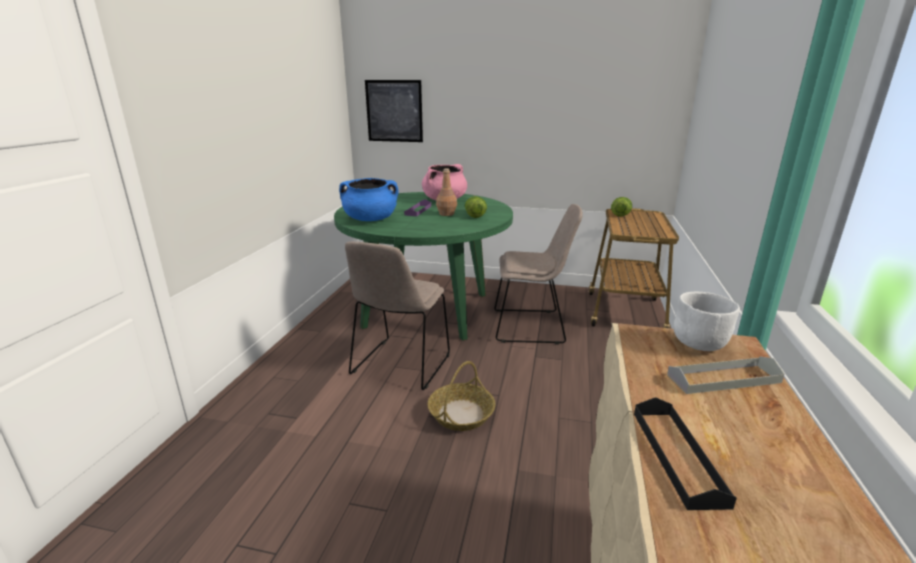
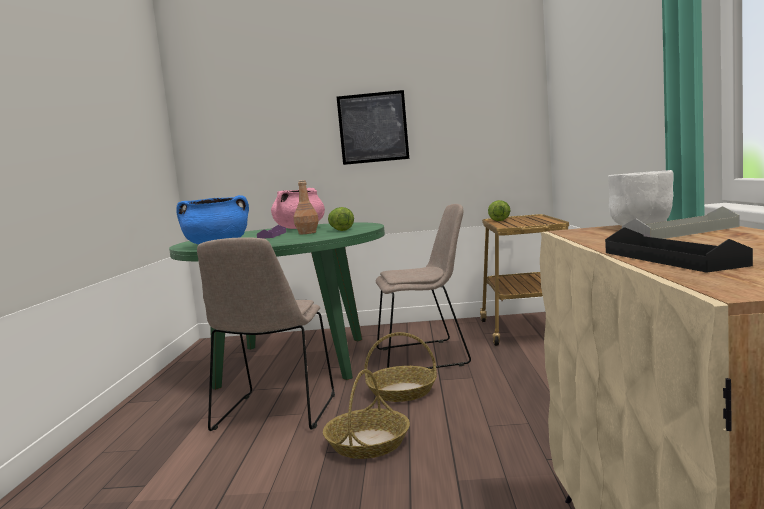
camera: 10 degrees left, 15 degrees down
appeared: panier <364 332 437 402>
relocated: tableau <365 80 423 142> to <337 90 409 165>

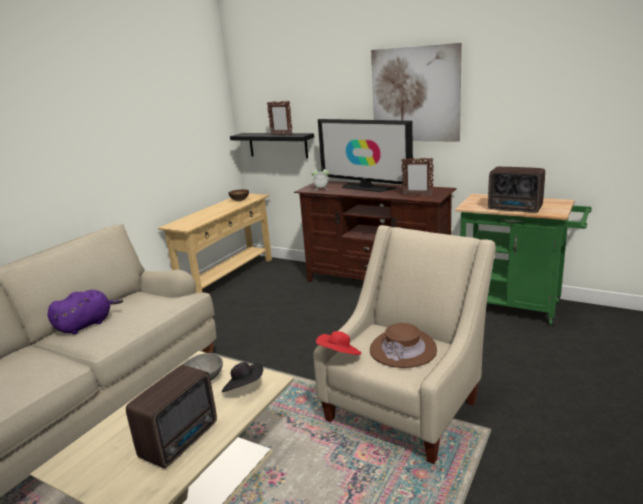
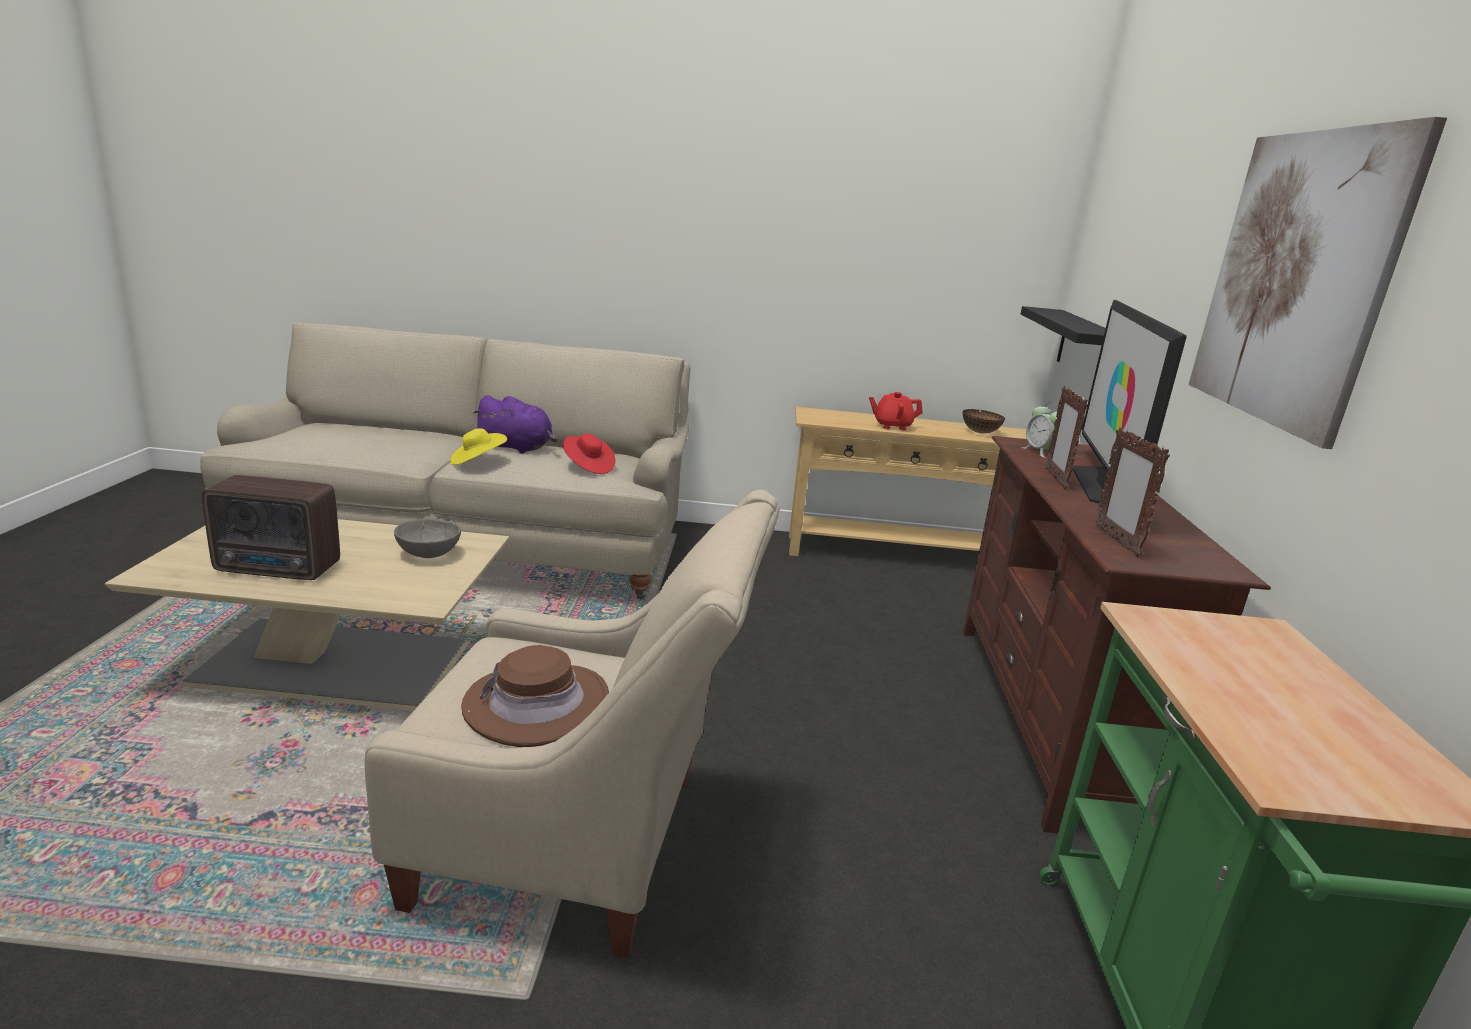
camera: 60 degrees right, 0 degrees up
missing: chapeau (noir) <222 362 263 392>; radio <488 167 545 213>
appeared: chapeau (jaune) <451 428 507 465>; théière (rouge) <869 392 923 430>
relocated: cadre photo <267 101 293 135> to <1046 386 1088 490>; chapeau (rouge) <316 331 362 355> to <563 434 616 474>

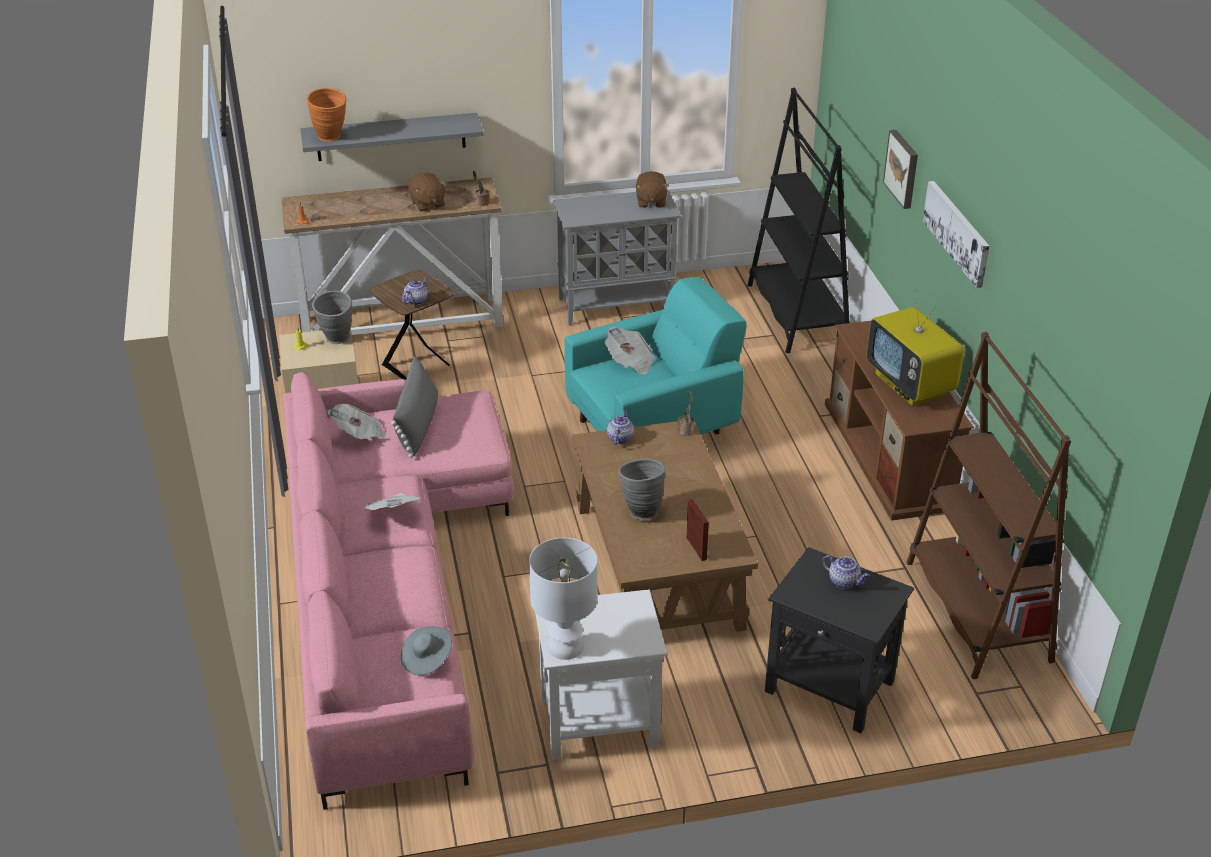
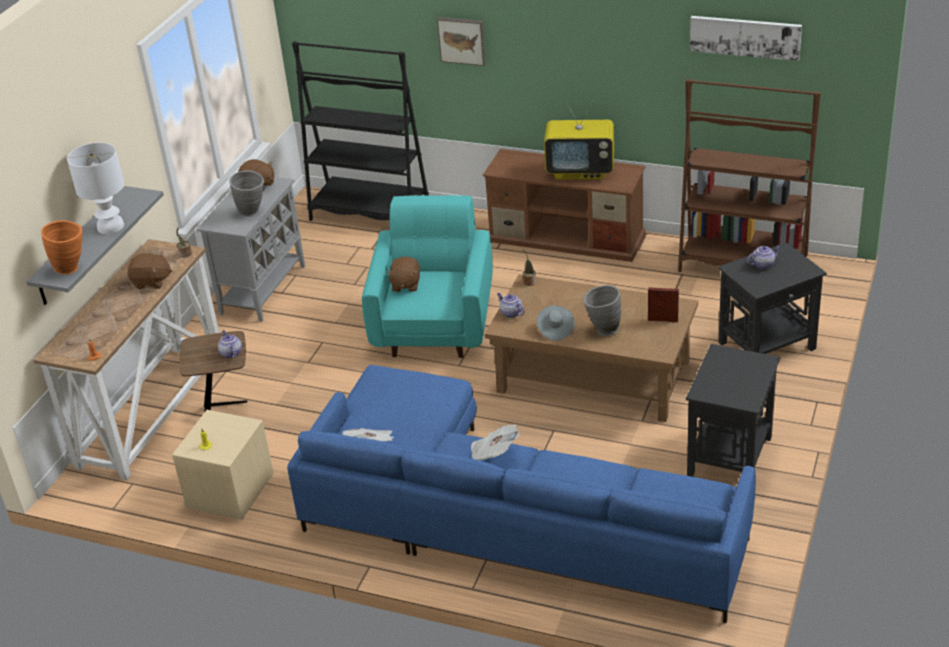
camera: 55 degrees left, 0 degrees up
missing: coussin (gris) <391 356 438 458>
relocated: vase (gris) <312 291 352 344> to <229 170 264 217>; chapeau (gris) <401 626 452 675> to <537 305 575 341>; lampe de table (blanc) <529 538 598 660> to <67 143 124 234>; tableau <923 181 989 288> to <690 16 802 61>
exchanged: journal <605 327 656 375> to peluche (marron) <387 257 420 292>
colour: canapé (rose) <282 372 514 810> to canapé (bleu) <287 365 756 623>; table d'appoint (blanc) <535 589 667 760> to table d'appoint (noir) <686 344 780 477>

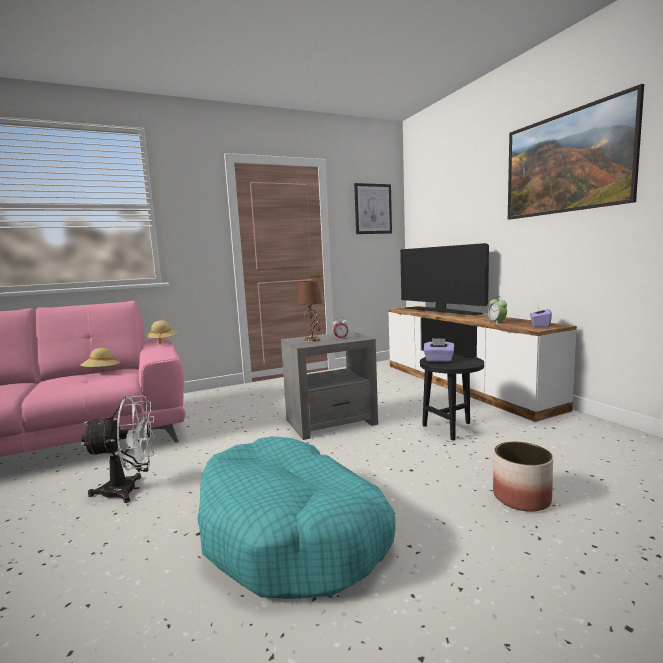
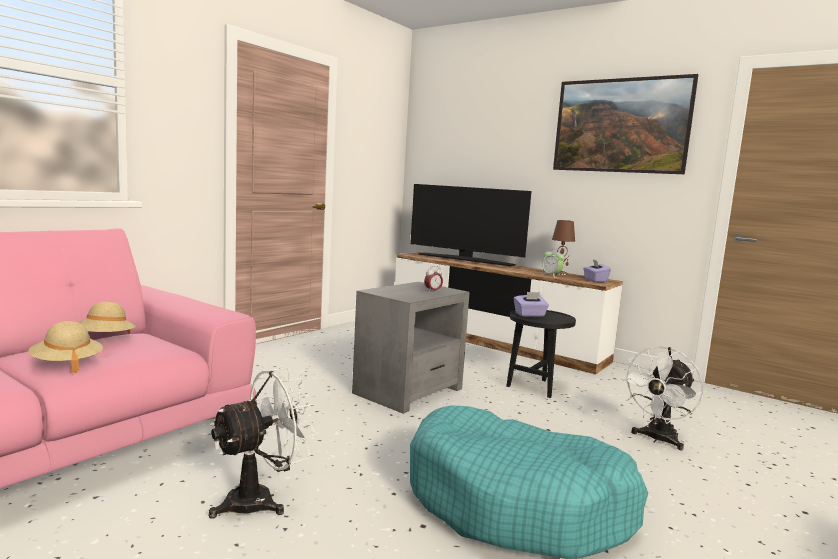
camera: 30 degrees left, 0 degrees up
missing: tableau <354 183 392 234>
relocated: chapeau (beige) <145 320 178 345> to <29 321 103 373>; lampe de table (marron) <297 281 322 342> to <552 220 575 275>
exchanged: cache-pot <493 442 553 512> to ventilateur (blanc) <621 346 703 450>

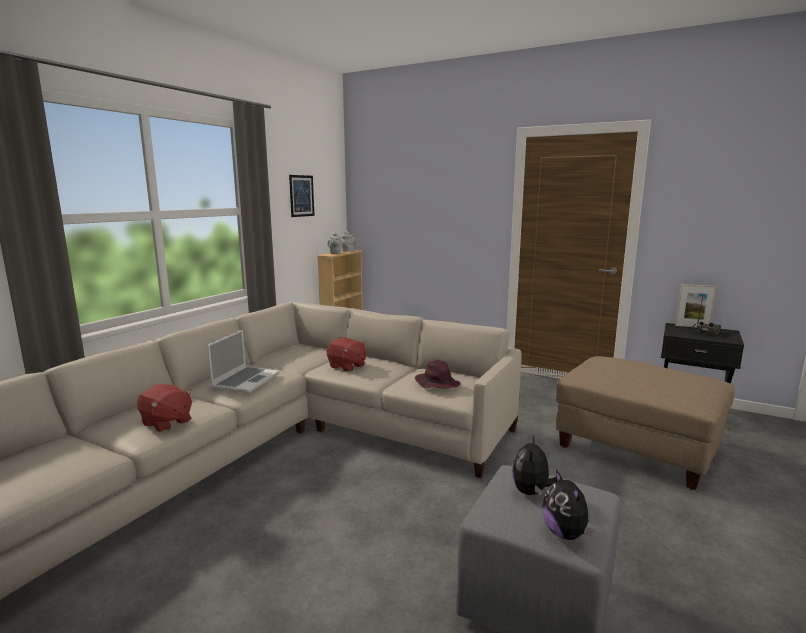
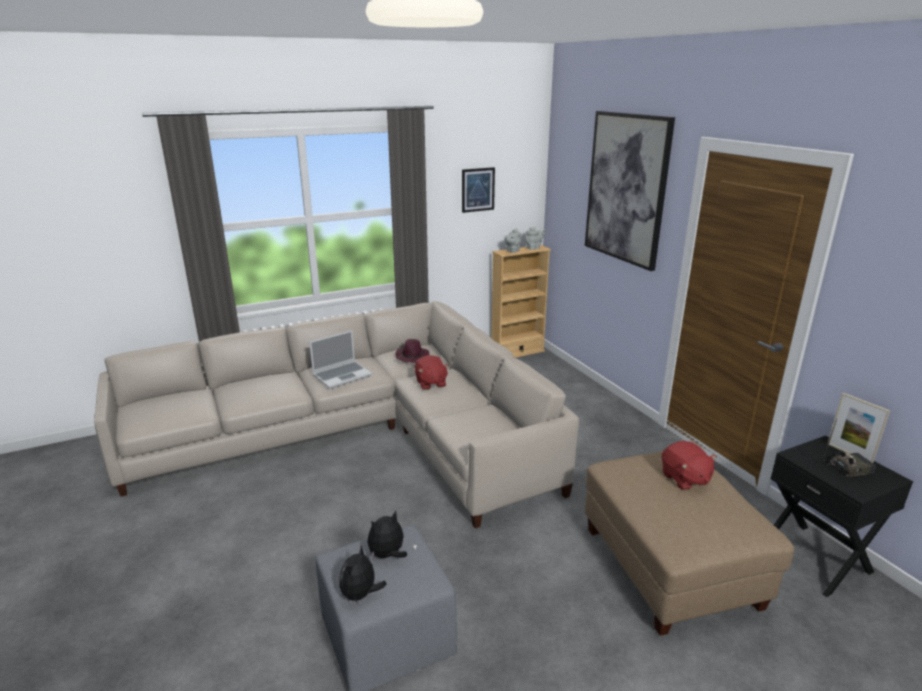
camera: 35 degrees right, 10 degrees up
appeared: tableau <585 111 675 271>
relocated: peluche (rouge) <137 384 192 432> to <662 441 717 490>; chapeau (violet) <415 360 461 389> to <395 339 429 363>

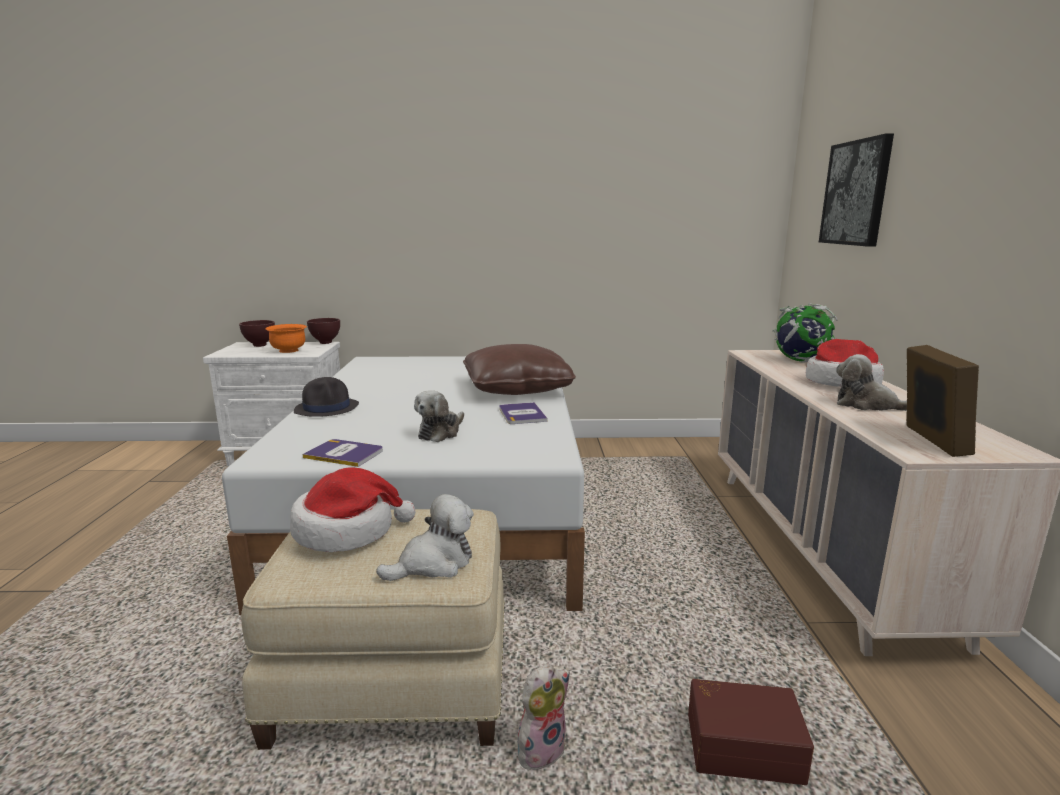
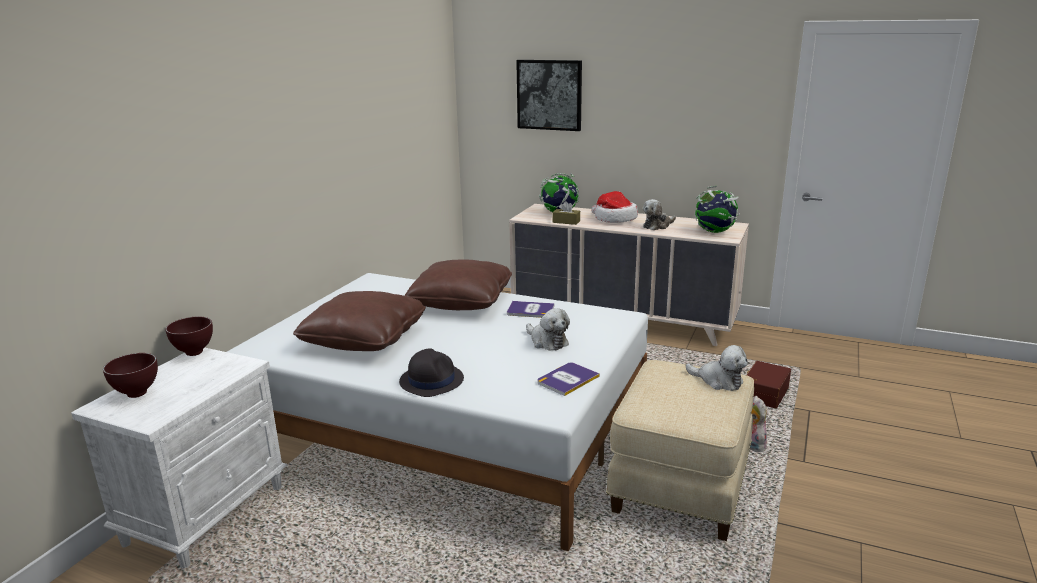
camera: 65 degrees left, 5 degrees up
missing: bol (orange) <266 324 307 353>; chapeau <290 468 416 552>
appeared: coussin (marron) <293 291 426 351>; boîte à mouchoirs (marron) <552 201 580 225>
exchanged: cadre photo <906 345 979 457> to globe <695 186 740 233>
spun: peluche <376 494 473 581> = <686 345 748 391> 135 degrees clockwise

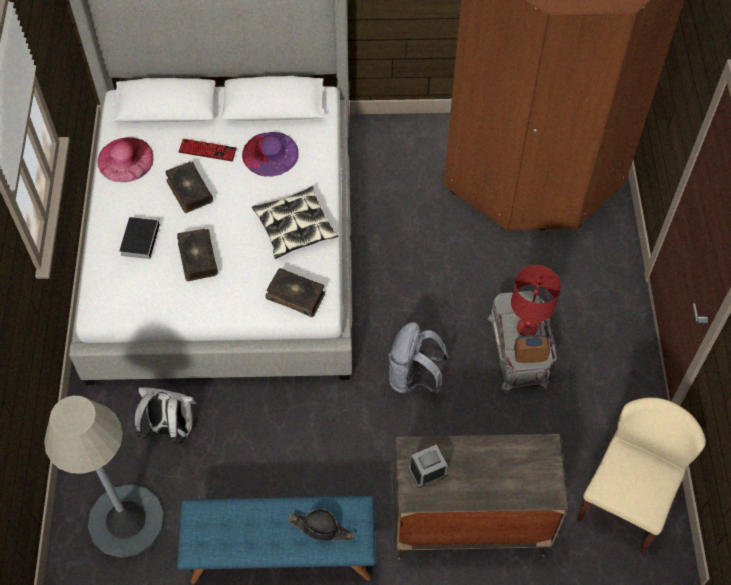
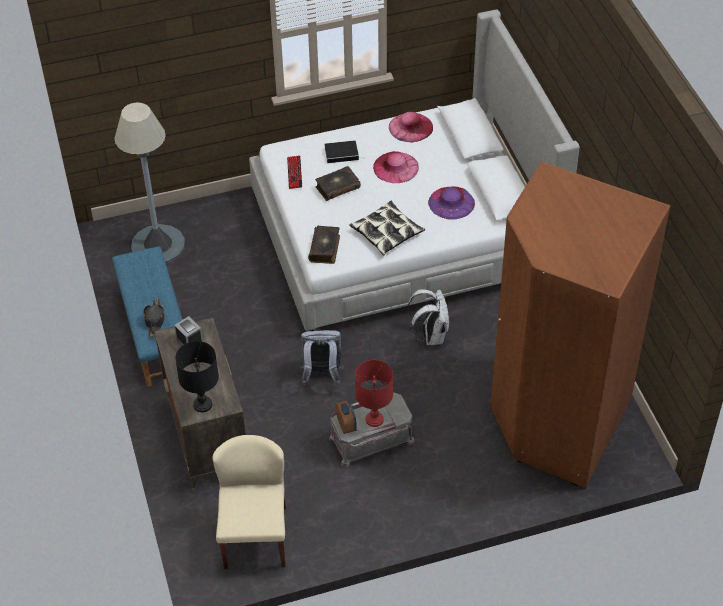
camera: 75 degrees right, 10 degrees down
appeared: lampe de table (noir) <175 341 219 412>
relocated: sac à dos (blanc) <134 387 196 444> to <407 289 449 345>; clavier <179 138 237 161> to <287 155 302 189>
exchanged: livre <165 162 213 213> to chapeau (rose) <373 151 419 183>
spun: chaise (beige) <577 397 706 553> = <213 435 286 569> 105 degrees counterclockwise

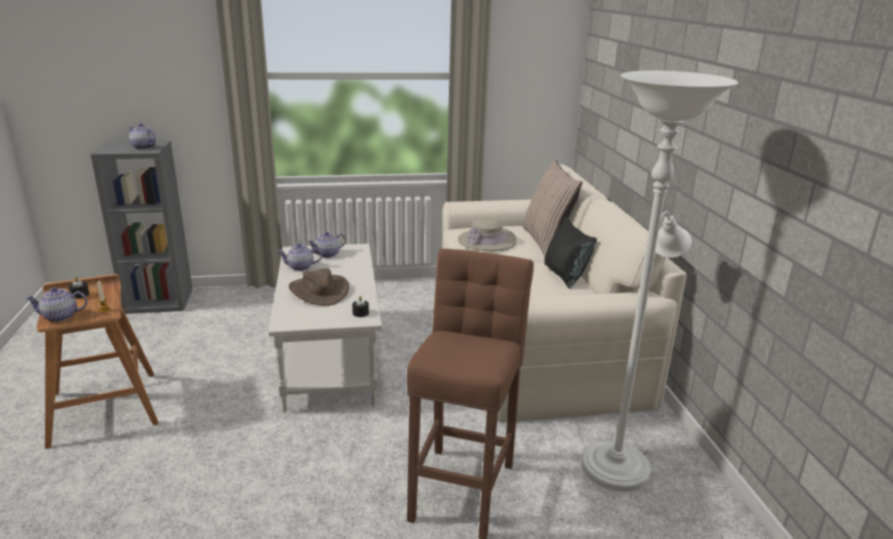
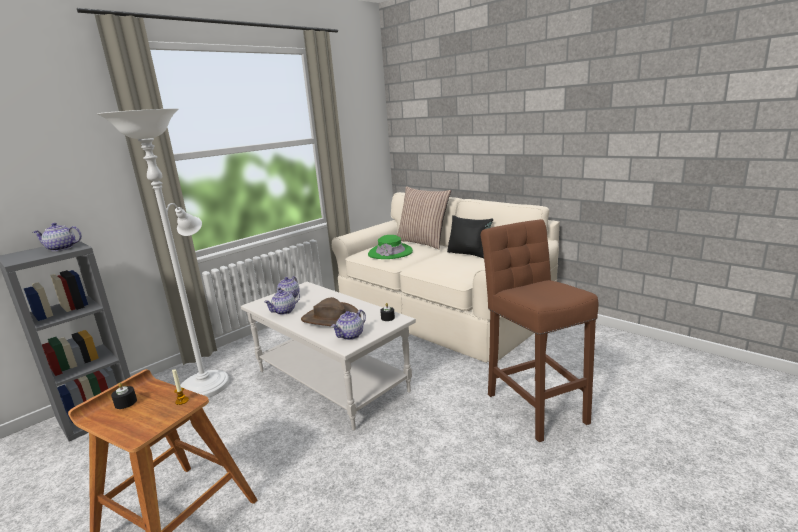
camera: 35 degrees left, 5 degrees down
relocated: théière <25 287 88 322> to <331 310 366 340>; lampadaire (blanc) <582 71 738 492> to <97 108 229 398>
colour: chapeau (beige) <458 217 517 251> to chapeau (vert) <368 235 413 259>

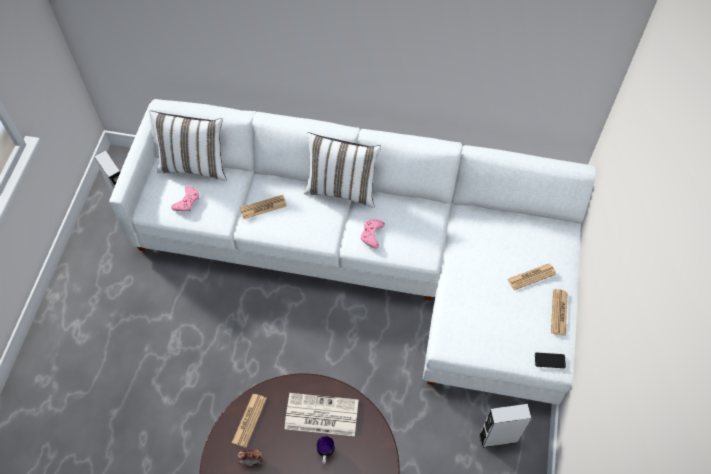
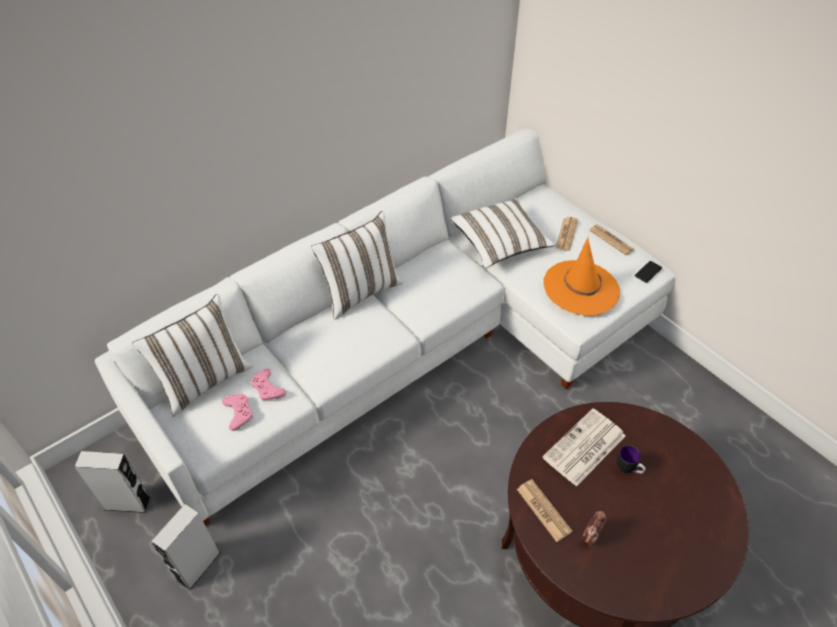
camera: 50 degrees left, 10 degrees down
missing: journal <240 195 287 219>
appeared: coussin (blanc) <451 198 555 268>; chapeau (orange) <544 237 620 315>
relocated: manette (rose) <361 220 385 249> to <251 369 286 401>; enceinte (gris) <479 404 531 448> to <151 504 220 591>

